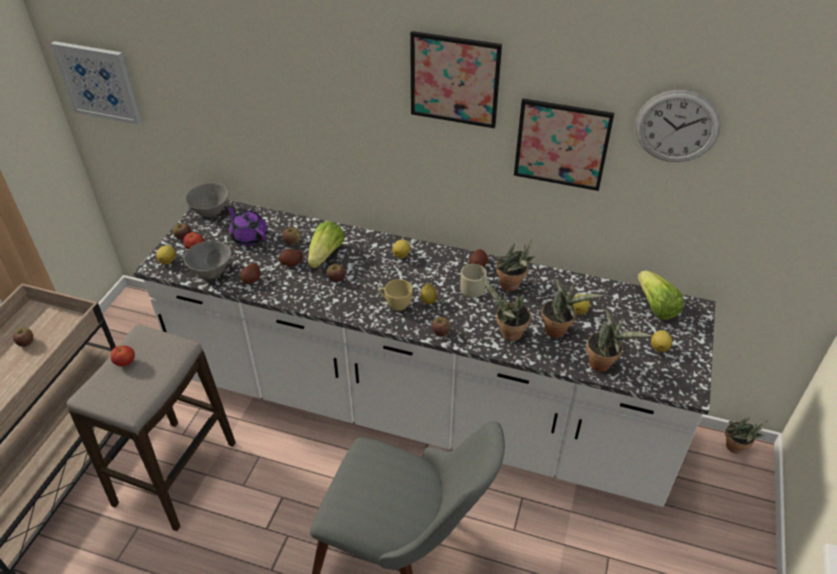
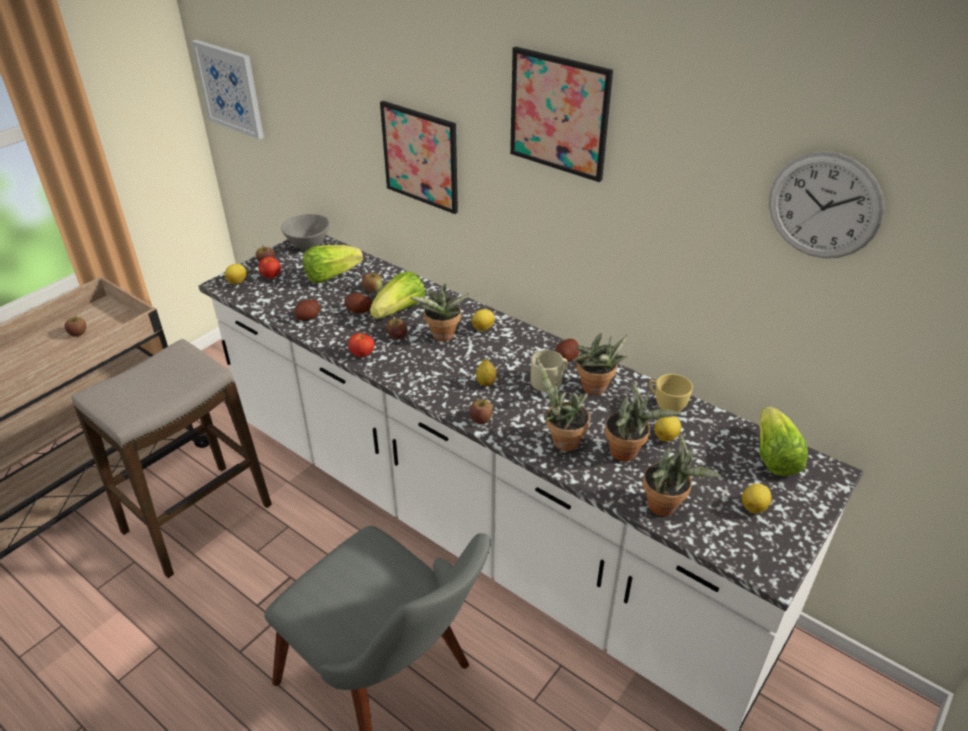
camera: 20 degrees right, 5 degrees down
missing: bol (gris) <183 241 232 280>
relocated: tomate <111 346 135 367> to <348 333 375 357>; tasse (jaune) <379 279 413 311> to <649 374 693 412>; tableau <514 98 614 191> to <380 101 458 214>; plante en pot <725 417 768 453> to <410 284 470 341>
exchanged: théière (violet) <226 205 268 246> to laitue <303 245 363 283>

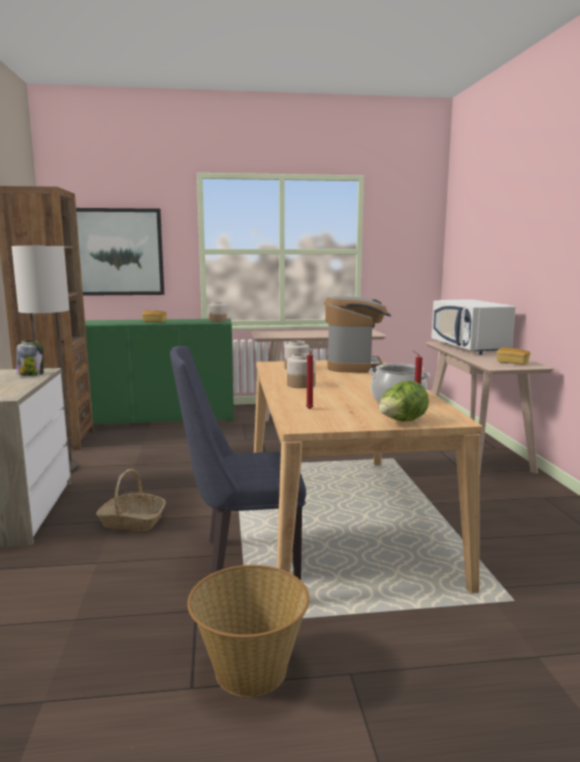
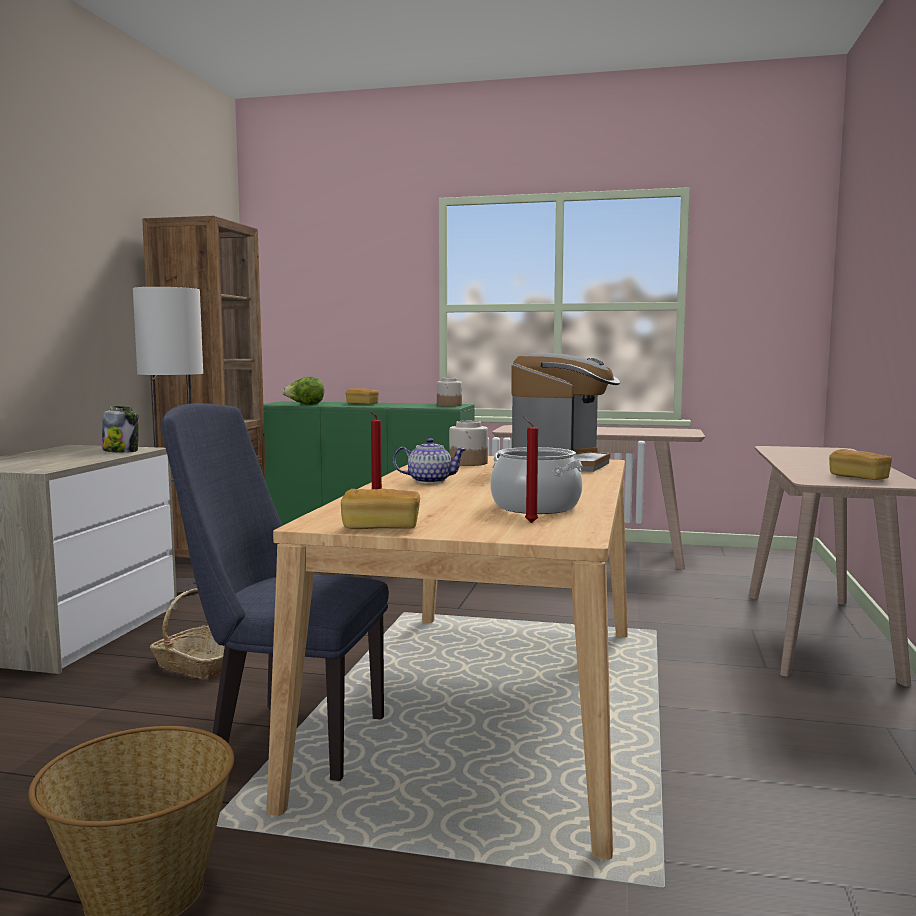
camera: 20 degrees right, 5 degrees down
missing: tableau <76 208 164 296>; micro-ondes (blanc) <431 299 516 355>
appeared: pain <341 489 420 529>
relocated: laitue <379 381 429 421> to <282 377 324 405>
exchanged: bocal <287 353 316 388> to théière <393 438 467 484>

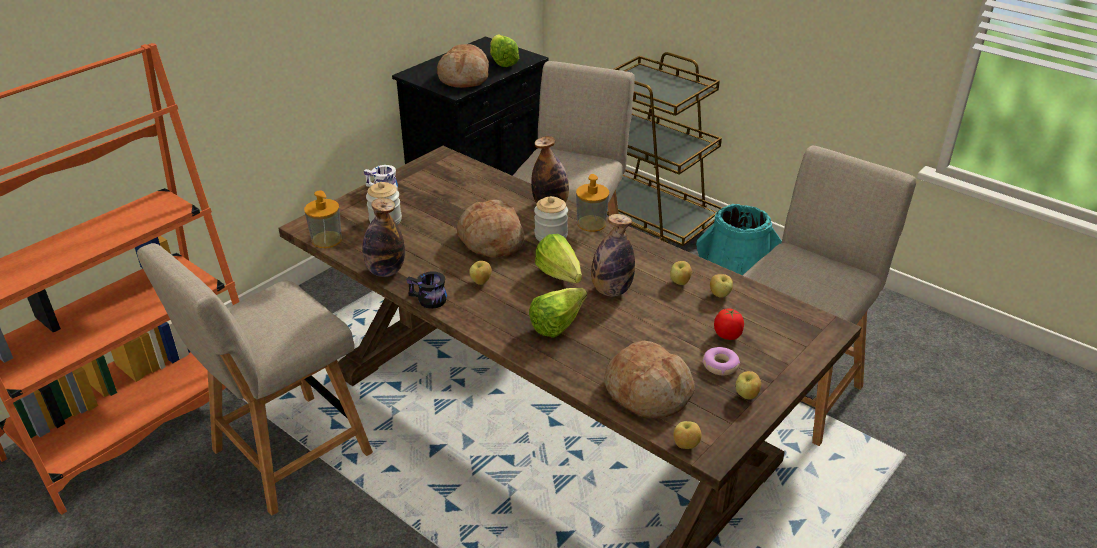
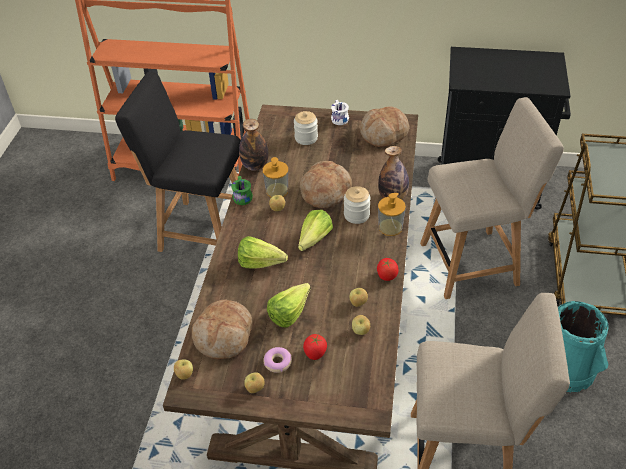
camera: 60 degrees right, 10 degrees up
missing: bouteille <591 214 635 297>
appeared: tomate <377 258 398 281>
relocated: distributeur de savon <304 190 342 248> to <263 157 288 197>; pain <437 44 489 88> to <360 106 410 147>; laitue <490 35 519 67> to <267 283 311 328>
colour: chaise (beige) <137 243 373 516> to chaise (noir) <115 72 241 252>; mug (noir) <406 271 447 309> to mug (vert) <231 176 253 205>

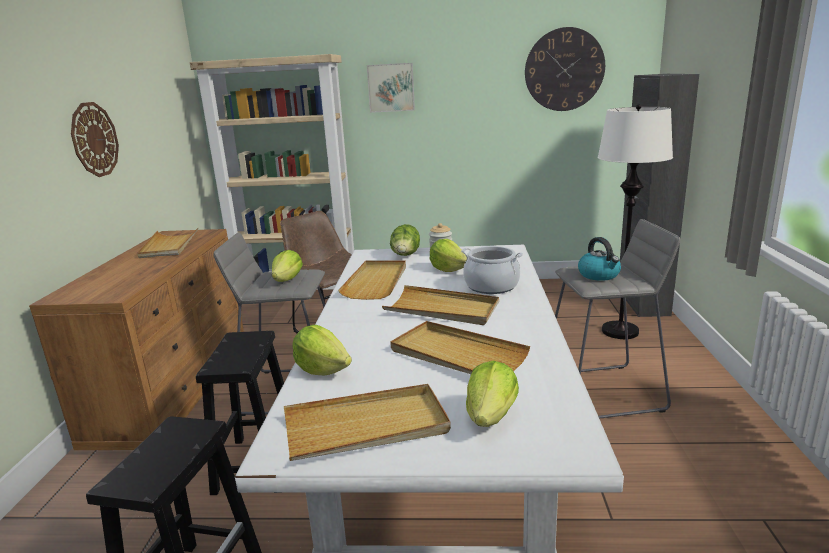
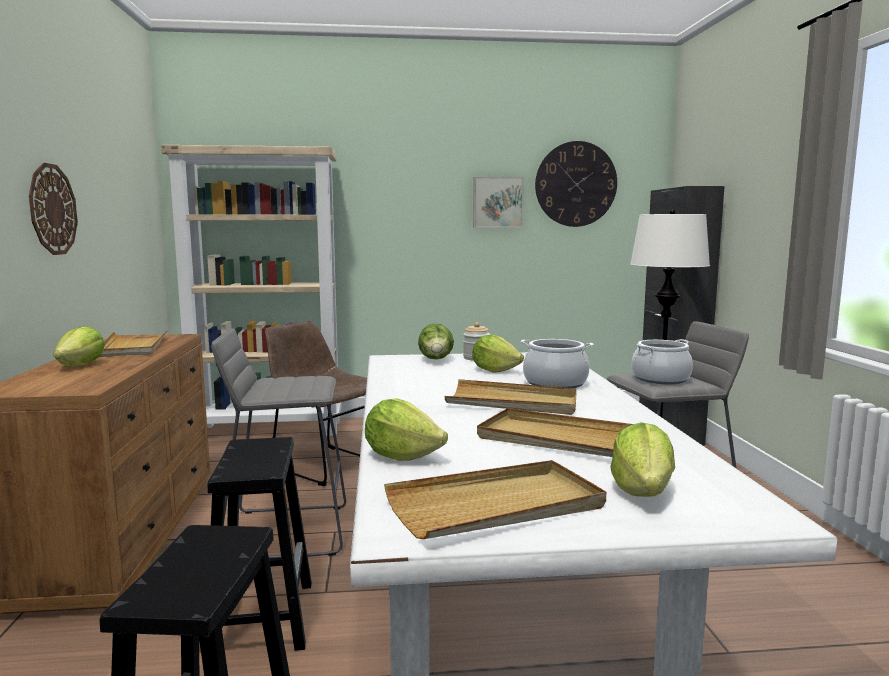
camera: 10 degrees left, 10 degrees down
missing: plateau (beige) <338 260 406 300>
relocated: laitue <272 250 303 282> to <53 326 105 366>; tableau <367 63 415 113> to <473 177 524 228>
exchanged: bouilloire <578 237 621 281> to marmite <632 339 693 384>

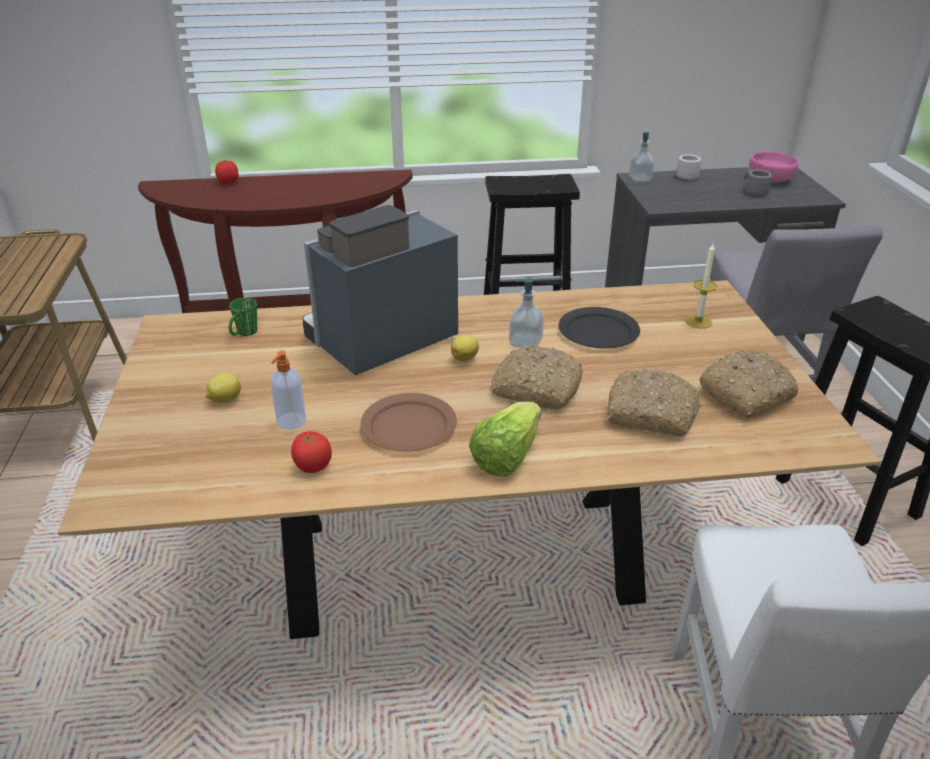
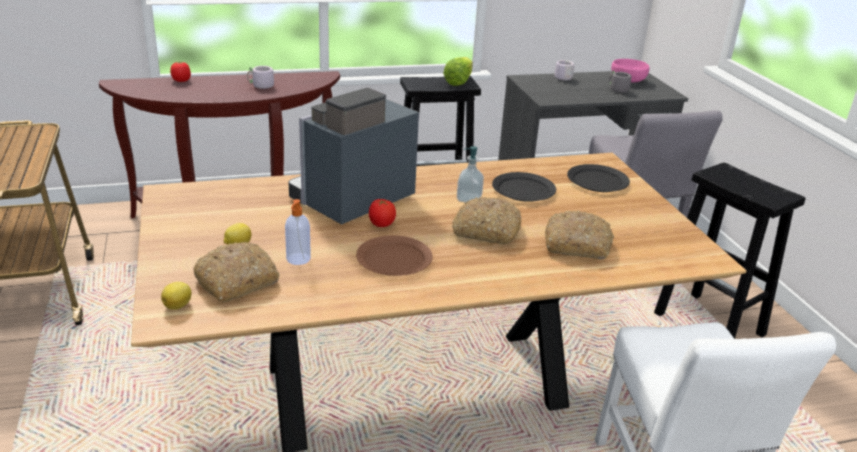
camera: 10 degrees left, 5 degrees down
missing: mug (vert) <229 297 257 336>; distributeur de savon <629 132 654 182>
appeared: mug (gris) <247 66 274 90>
relocated: tomate <291 431 332 473> to <369 199 396 227>; citron <451 334 479 362> to <161 282 192 310>; laitue <469 401 541 477> to <443 57 473 86>; pain <699 350 798 418> to <194 242 280 302>
exchanged: bougie <685 244 717 329> to assiette (noir) <567 164 630 192>

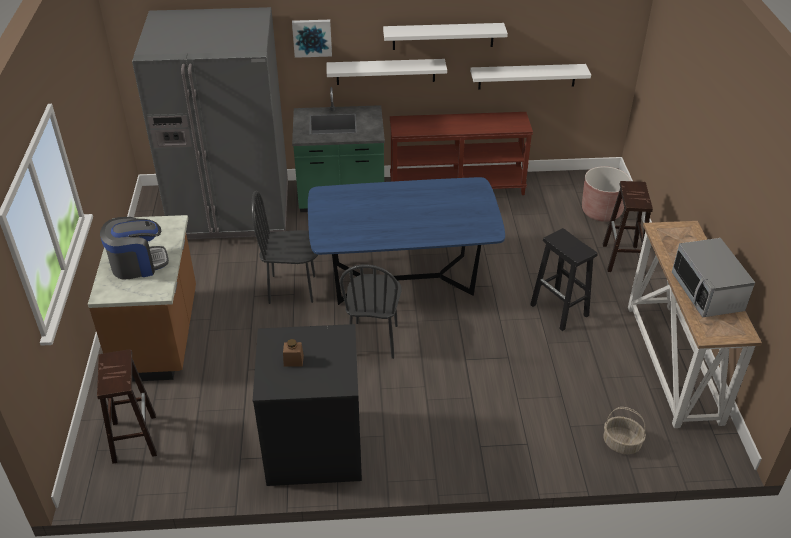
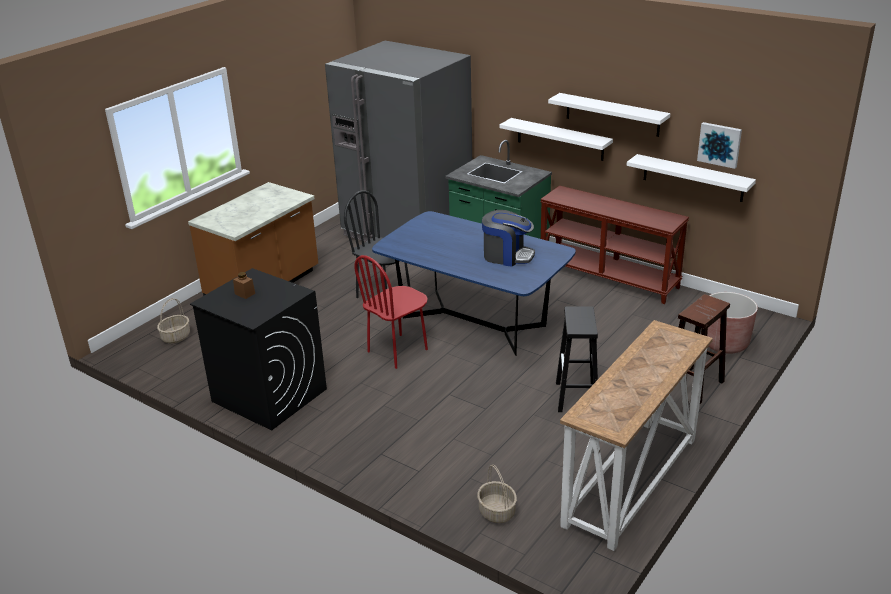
camera: 40 degrees right, 10 degrees down
missing: micro-ondes <672 238 755 317>
relocated: machine à café <100 217 169 280> to <482 210 535 267>; tableau <292 20 332 58> to <697 122 742 169>
exchanged: tabouret (marron) <97 349 157 464> to panier <157 298 190 344>
colour: chaise (noir) <340 264 402 359> to chaise (rouge) <354 255 428 369>

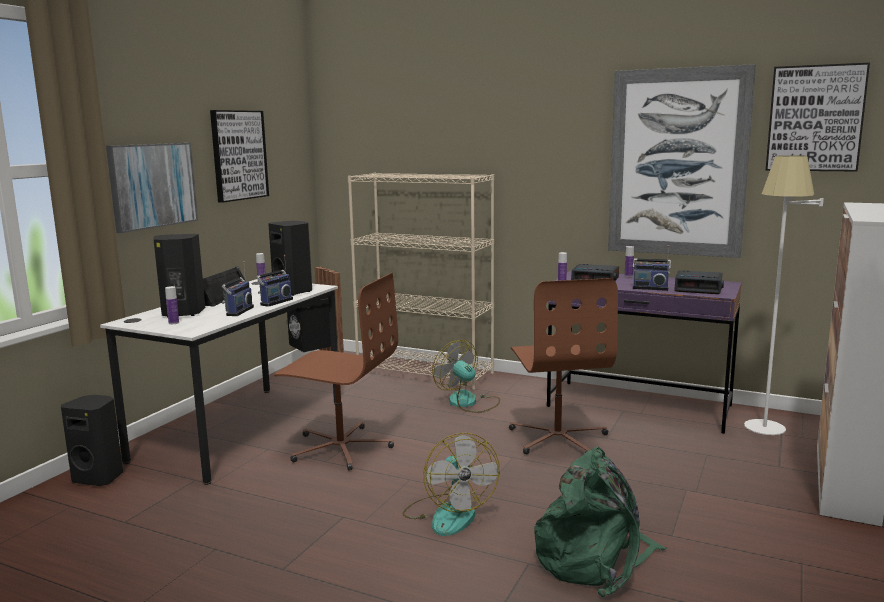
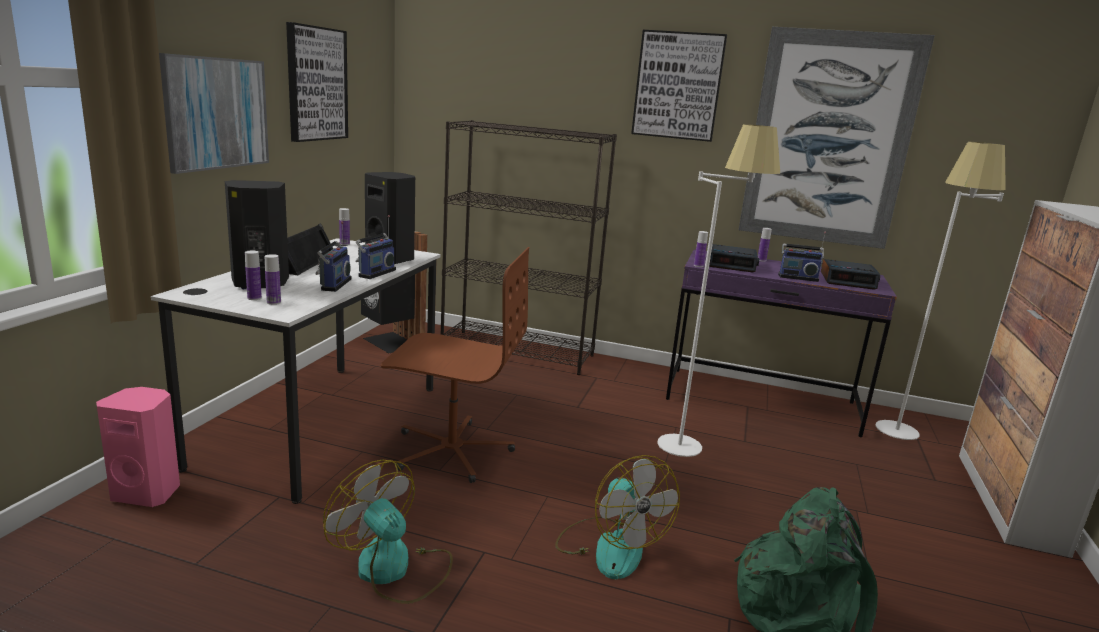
camera: 10 degrees left, 5 degrees up
appeared: bouteille <265 254 281 305>
relocated: ventilateur <432 340 500 413> to <323 460 453 604>; tableau <766 63 870 171> to <631 30 727 142>
exchanged: chaise de bureau (marron) <509 278 618 455> to lampadaire (blanc) <657 124 780 457>
colour: enceinte (noir) <61 395 123 486> to enceinte (rose) <96 387 180 507>; bibliothèque (beige) <348 173 494 389> to bibliothèque (noir) <441 120 617 375>

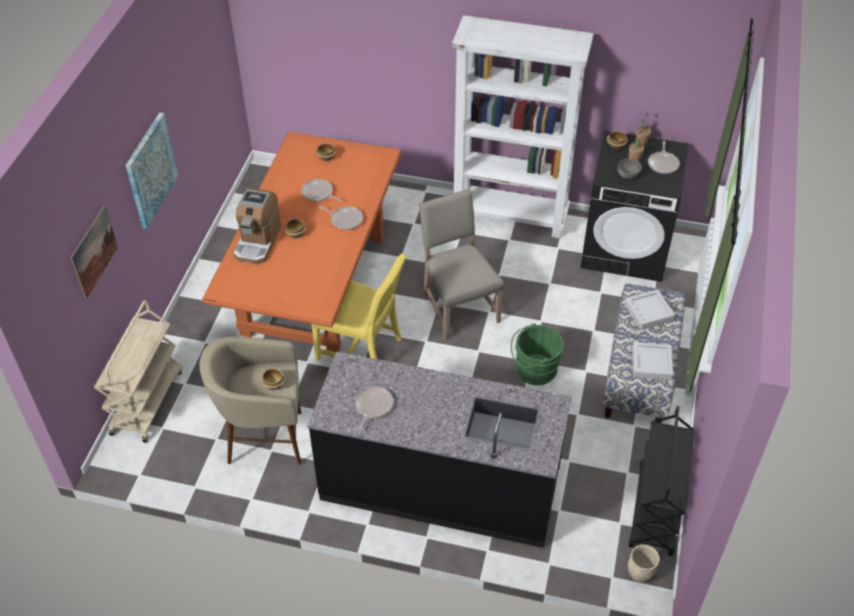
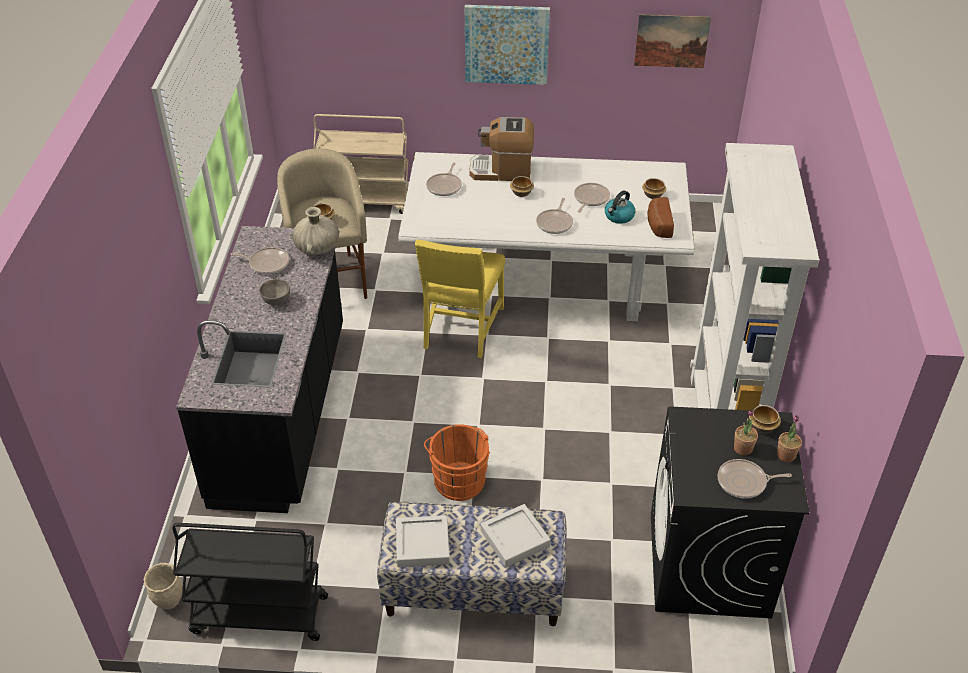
camera: 80 degrees right, 5 degrees down
missing: chaise (beige) <419 189 504 341>
appeared: vase (beige) <292 207 339 255>; poêle <426 162 462 196>; bouilloire <605 190 635 224>; pain <647 197 674 238>
relocated: tableau <71 206 118 299> to <634 14 711 68>; bol (gris) <617 159 642 179> to <259 279 290 305>
colour: table à manger (orange) <202 132 401 352> to table à manger (blanc) <398 152 695 321>; seau (vert) <511 323 564 385> to seau (orange) <424 424 490 501>

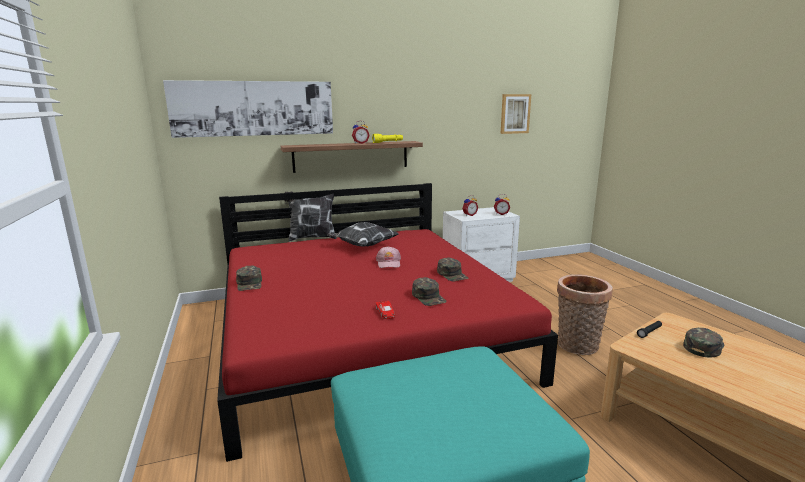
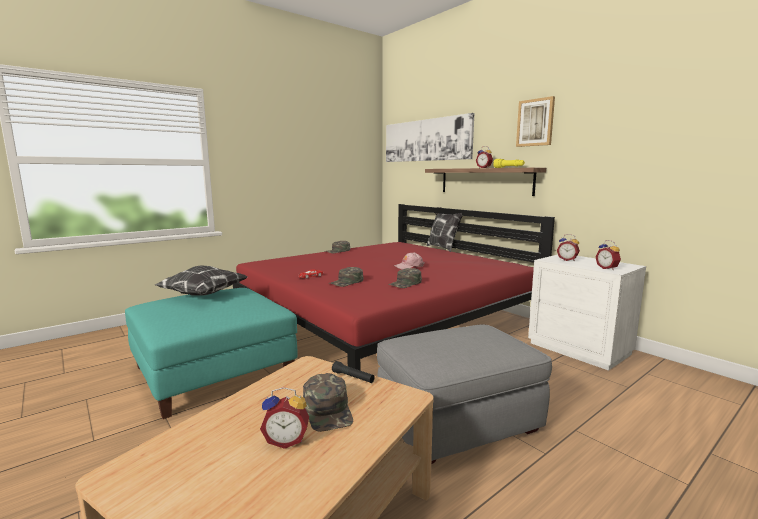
camera: 70 degrees right, 5 degrees down
appeared: réveil <260 387 309 449>
relocated: coussin <327 222 399 247> to <155 265 247 296>; tableau <500 94 531 134> to <516 96 555 147>
exchanged: panier <557 274 613 355> to pouf (gris) <377 324 552 464>
spun: casquette (vert) <683 328 724 357> = <303 373 353 432> 45 degrees clockwise

